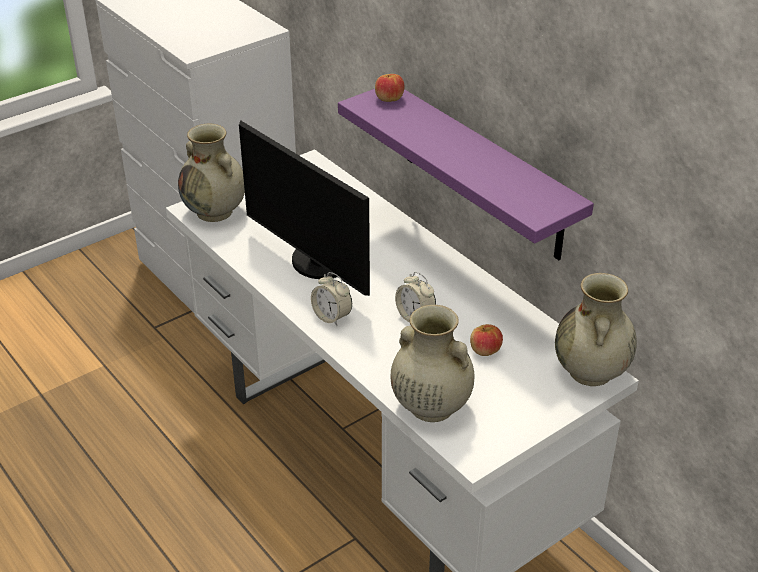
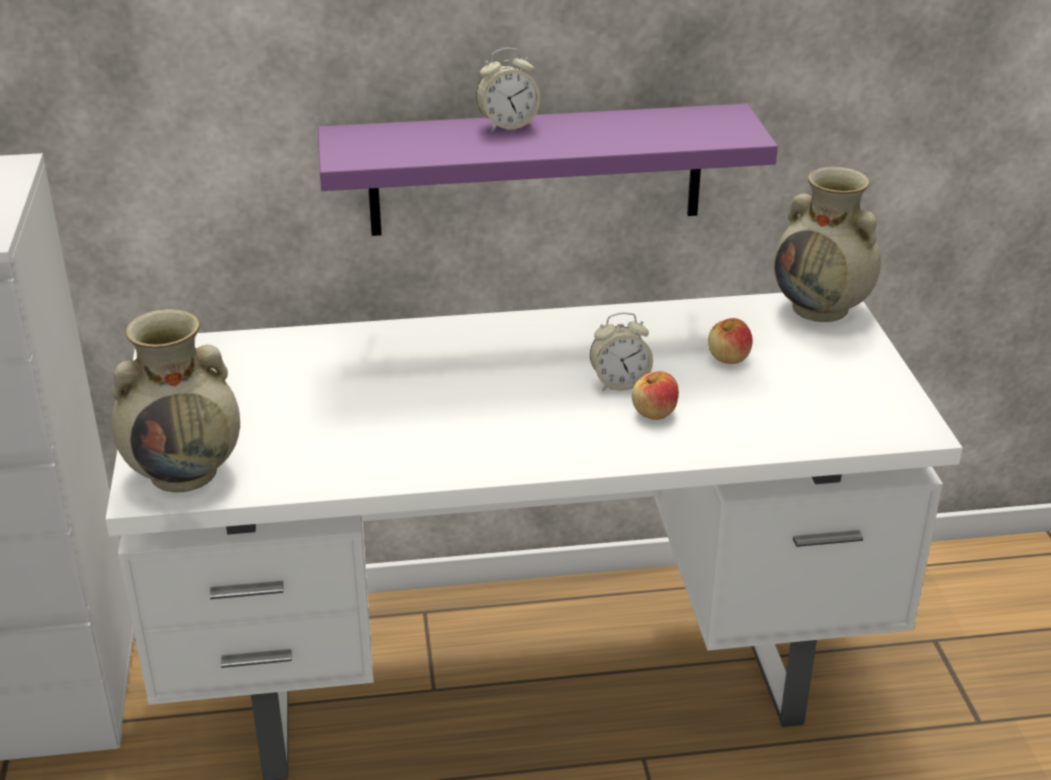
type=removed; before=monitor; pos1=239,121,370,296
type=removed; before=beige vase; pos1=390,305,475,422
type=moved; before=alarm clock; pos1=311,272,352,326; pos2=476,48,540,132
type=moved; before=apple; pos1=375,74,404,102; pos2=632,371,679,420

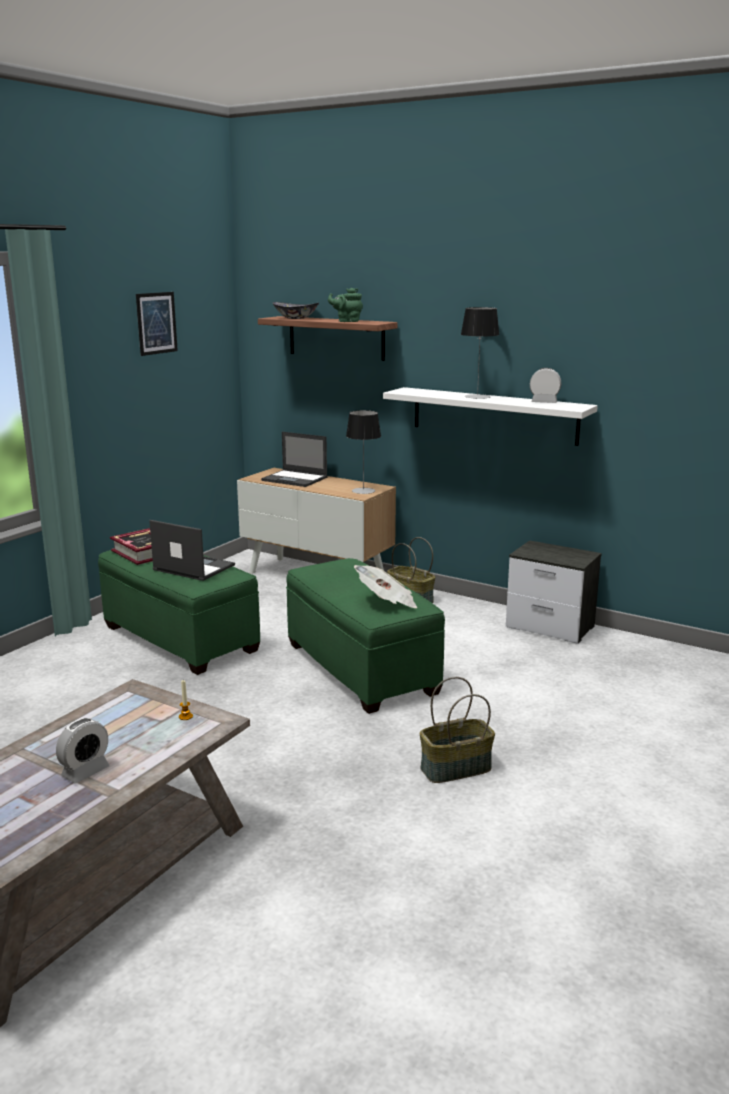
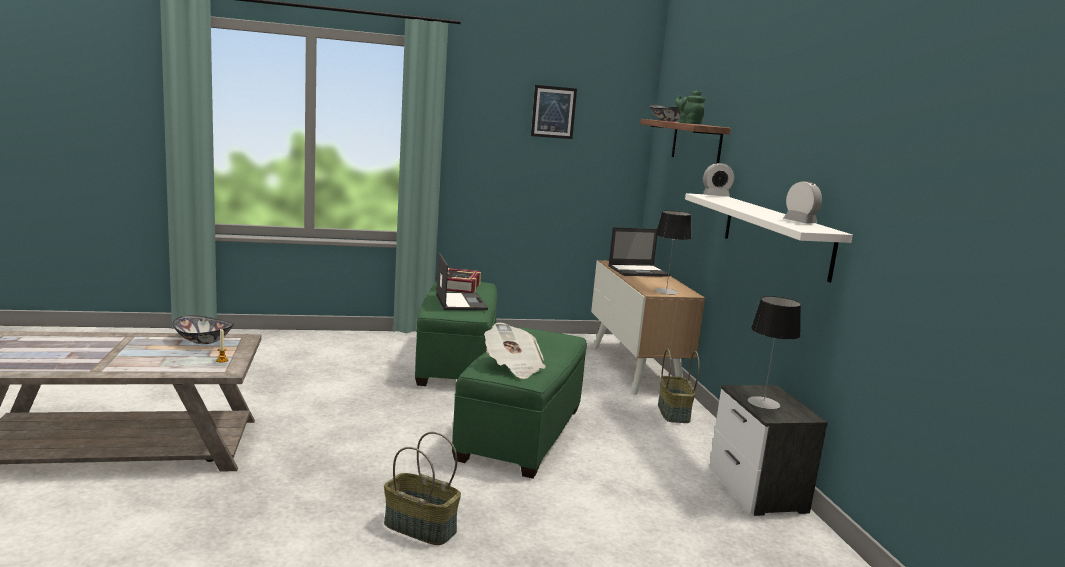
type=added; after=bowl; pos2=172,315,234,344
type=moved; before=alarm clock; pos1=56,718,110,783; pos2=703,163,734,197
type=moved; before=table lamp; pos1=461,307,500,399; pos2=748,296,801,409
type=turned; before=laptop; pos1=261,432,328,487; pos2=608,227,670,277; turn=-90

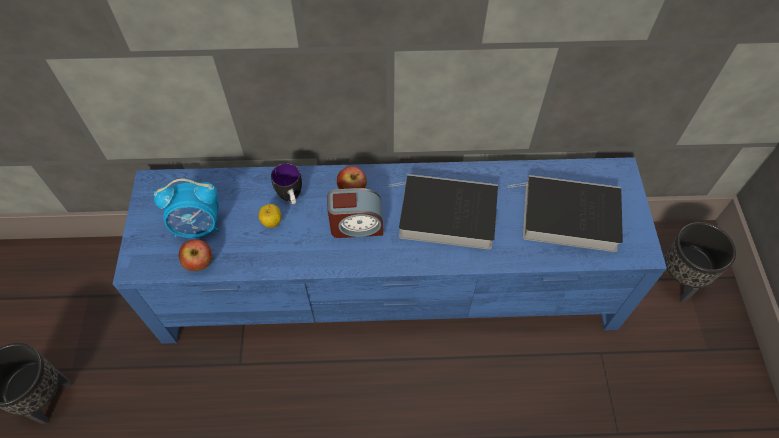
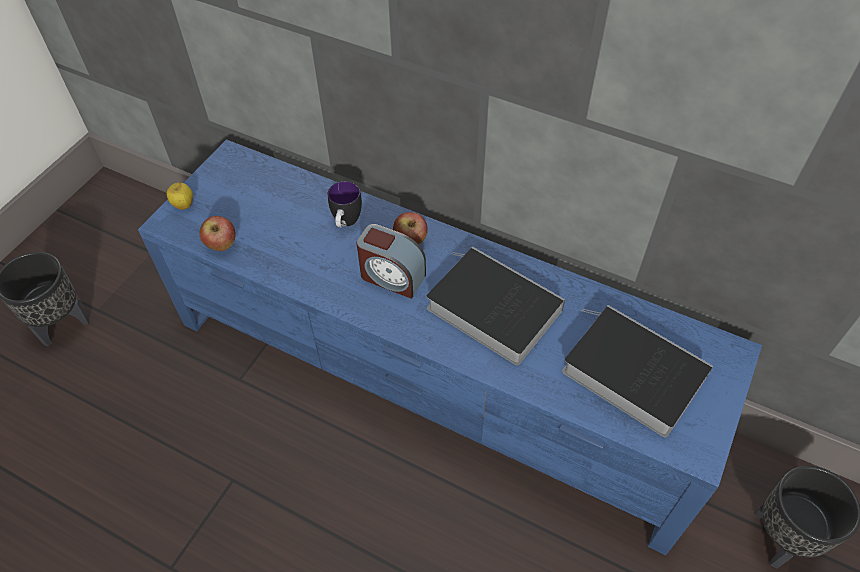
type=removed; before=alarm clock; pos1=153,179,220,238
type=moved; before=apple; pos1=258,204,282,228; pos2=166,182,193,210

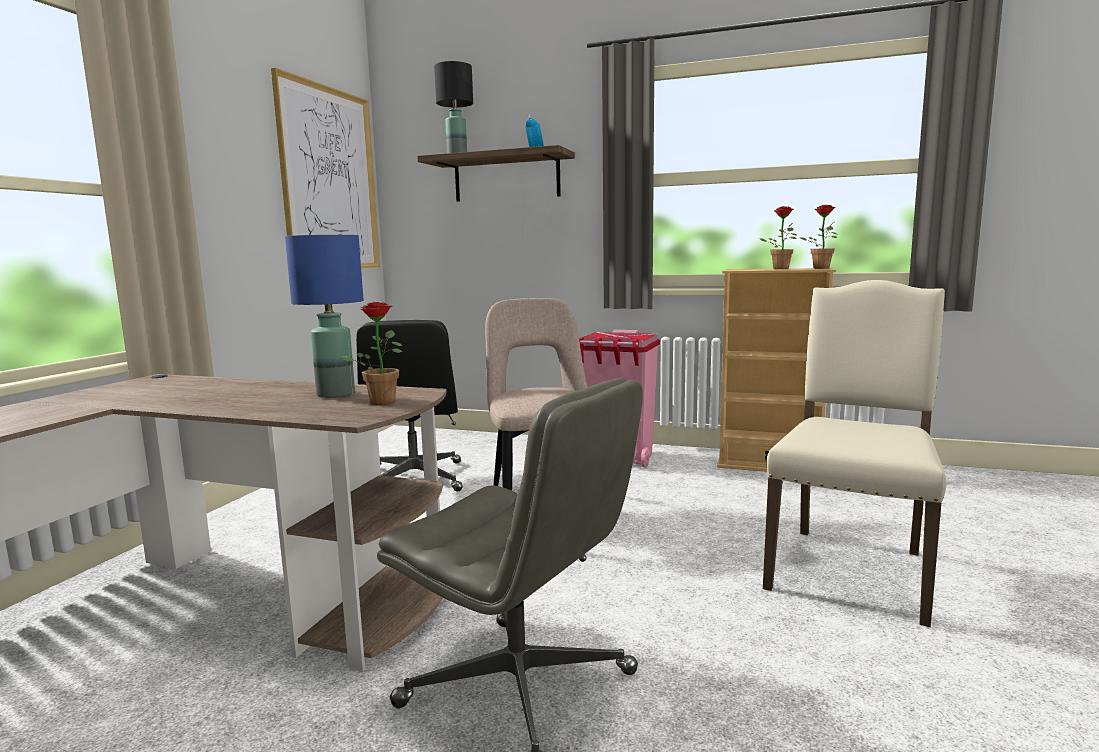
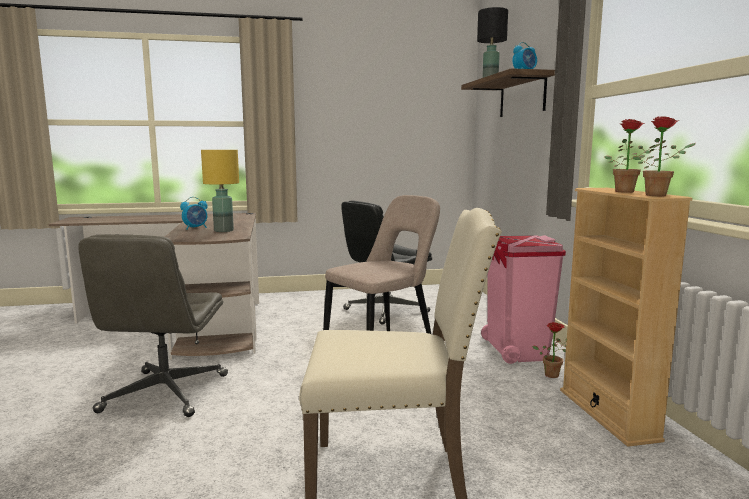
type=removed; before=picture; pos1=271,67,380,268
type=added; after=alarm clock; pos2=180,197,208,230
type=moved; before=potted plant; pos1=341,302,402,405; pos2=532,322,567,378
type=recoloured; before=blue table lamp; after=yellow table lamp; pos1=285,235,363,398; pos2=201,150,239,232

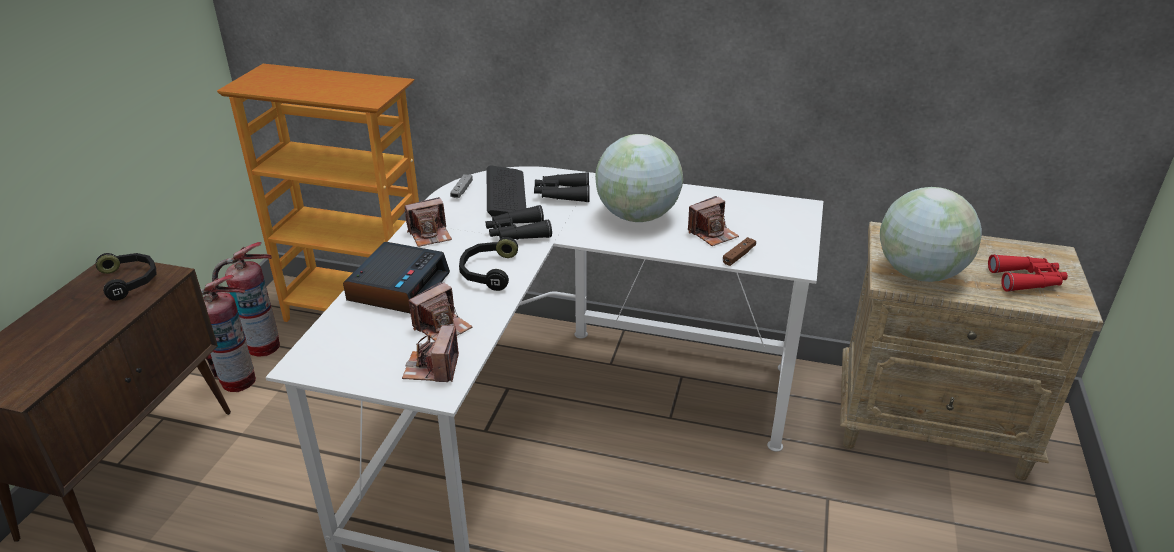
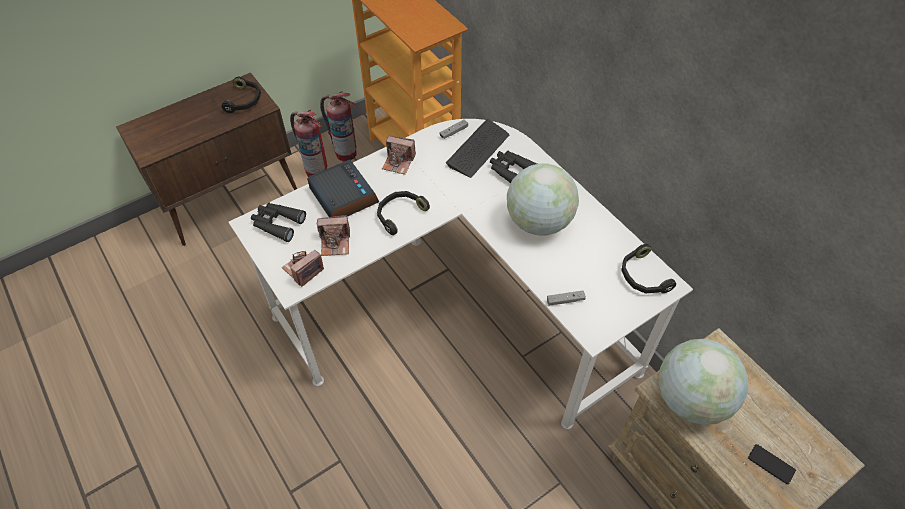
type=removed; before=photo camera; pos1=688,196,739,246
type=added; after=black headphones; pos2=621,244,676,294
type=moved; before=black binoculars; pos1=486,205,552,240; pos2=251,203,306,242
type=replaced; before=red binoculars; after=phone; pos1=988,254,1068,292; pos2=748,444,796,484
type=recoloured; before=brown game controller; after=grey game controller; pos1=723,237,756,266; pos2=547,290,586,306
type=turned; before=alarm clock; pos1=343,242,450,313; pos2=307,159,379,217; turn=-90

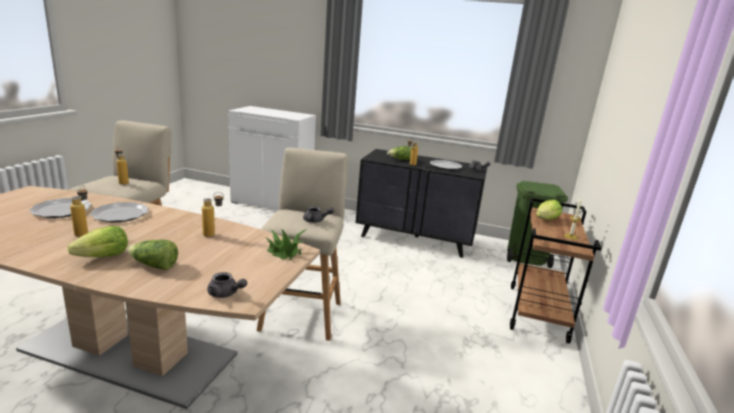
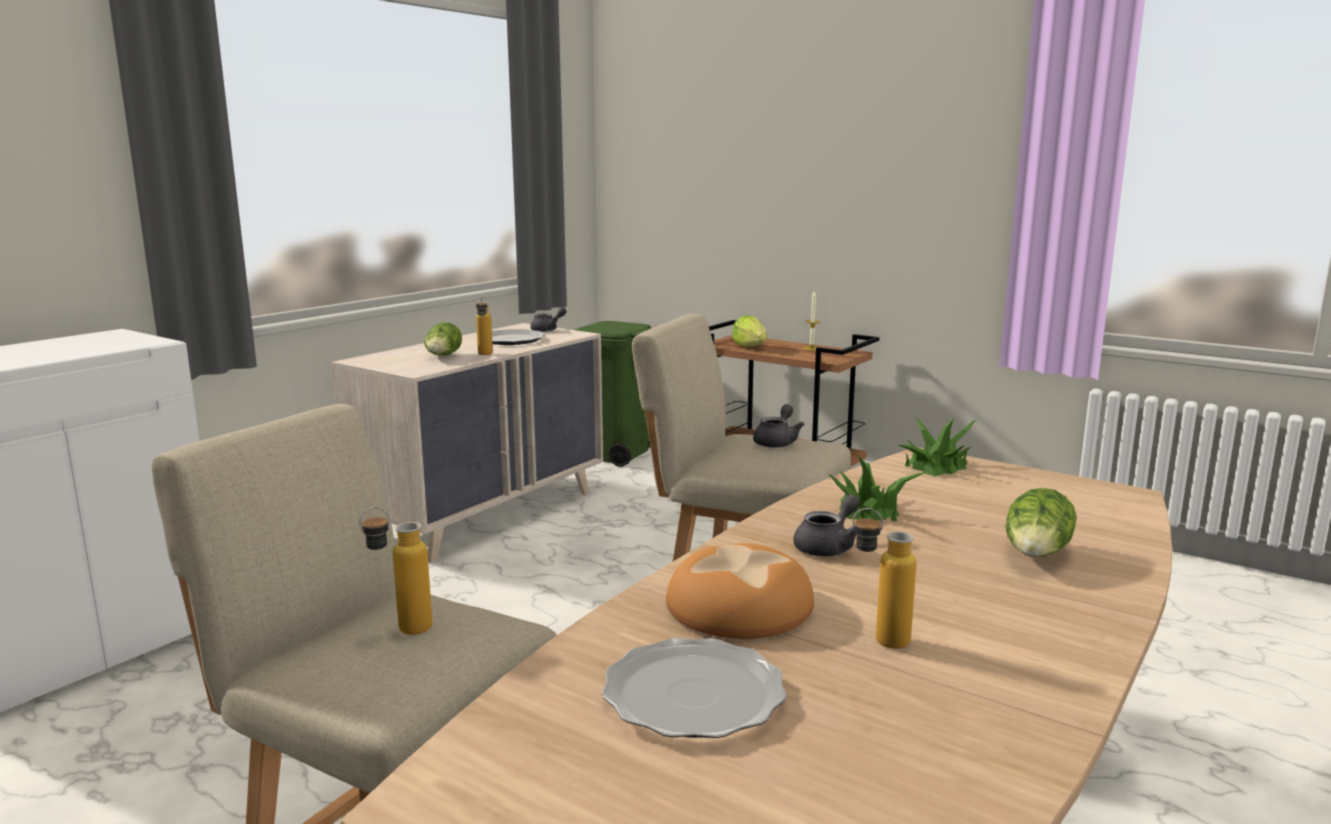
type=removed; before=lettuce; pos1=67,226,128,257
type=moved; before=grey teapot; pos1=207,272,247,298; pos2=793,494,860,557
type=replaced; before=plate; after=bread; pos1=90,202,149,222; pos2=666,543,814,639
type=replaced; before=bottle; after=potted plant; pos1=202,192,224,237; pos2=828,454,925,521
type=recoloured; before=black dresser; after=beige dresser; pos1=356,149,487,258; pos2=332,323,603,562

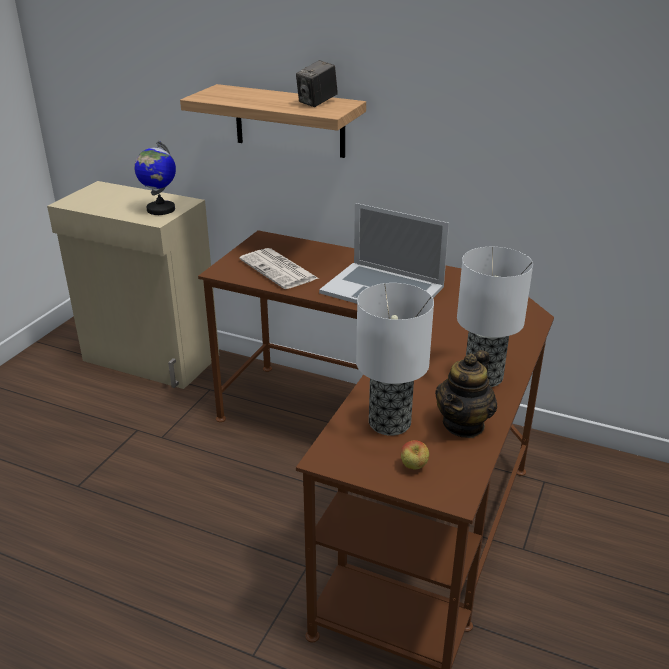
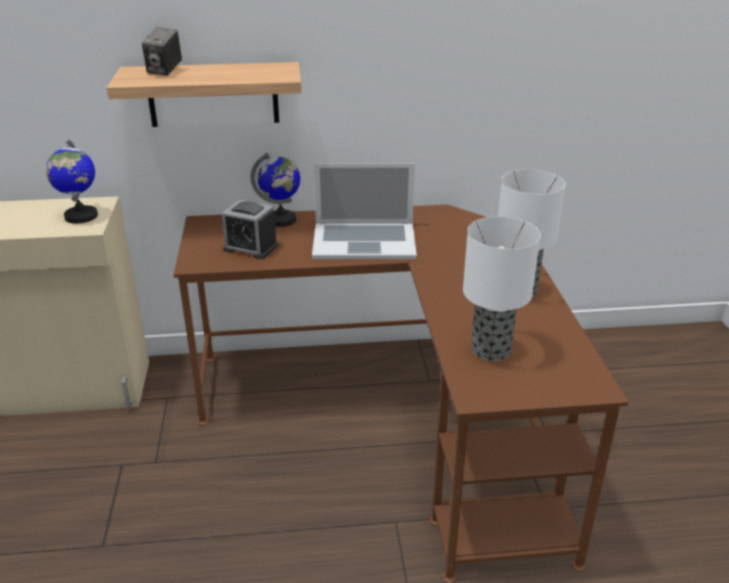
type=removed; before=apple; pos1=401,440,429,470
type=removed; before=teapot; pos1=435,350,497,438
type=added; after=globe; pos2=251,153,300,227
type=moved; before=photo camera; pos1=296,60,338,107; pos2=142,27,182,76
type=replaced; before=newspaper; after=alarm clock; pos1=239,248,319,289; pos2=222,200,278,259

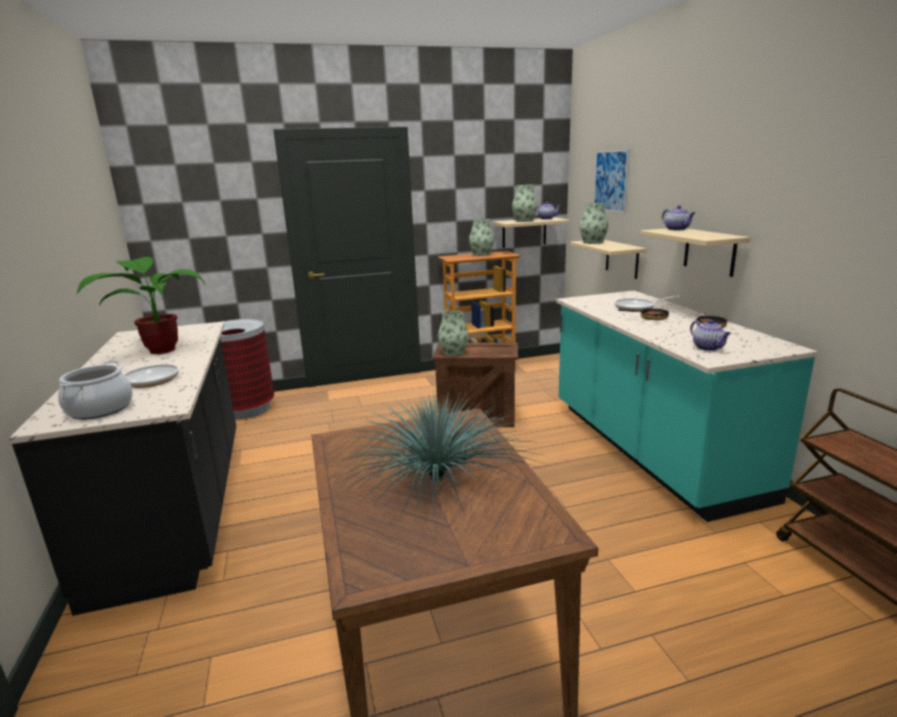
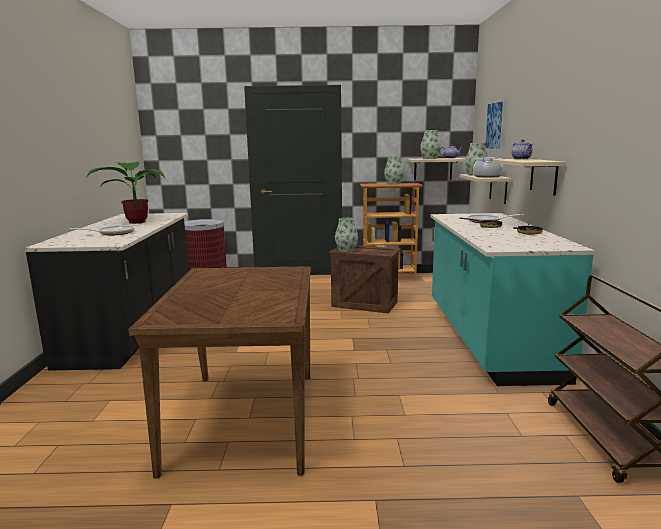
type=removed; before=potted plant; pos1=327,391,543,519
type=removed; before=teapot; pos1=690,320,731,351
type=moved; before=cooking pot; pos1=58,360,132,420; pos2=473,157,503,178

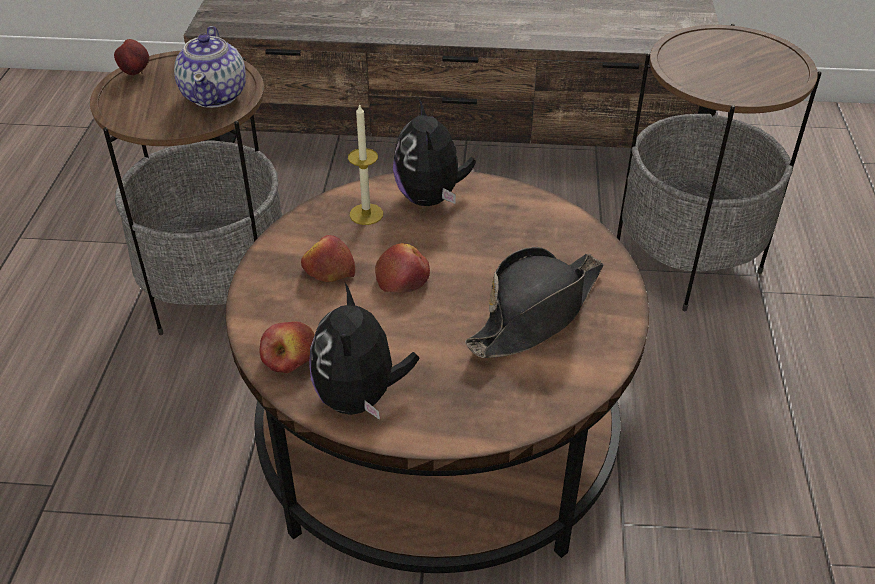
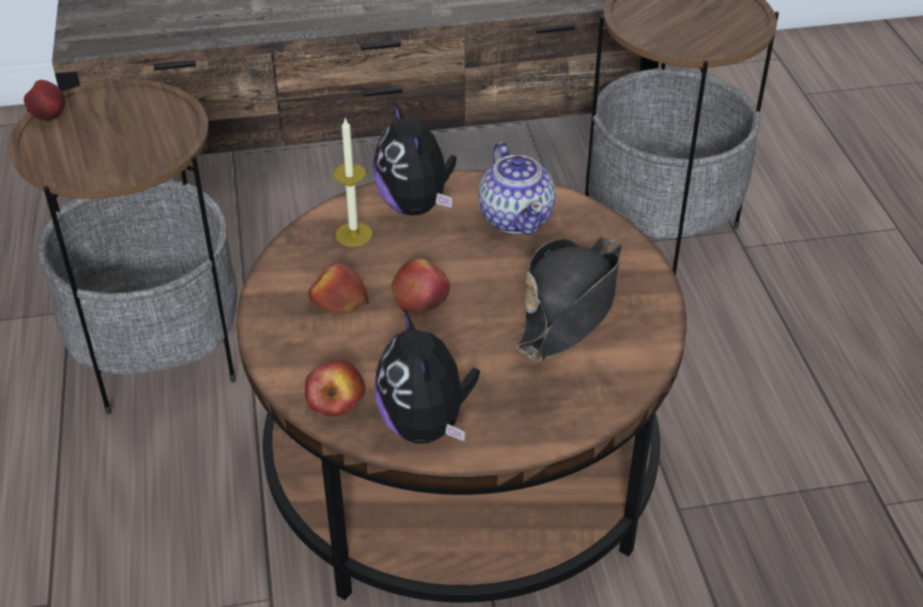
type=moved; before=teapot; pos1=174,26,246,108; pos2=478,142,556,235

